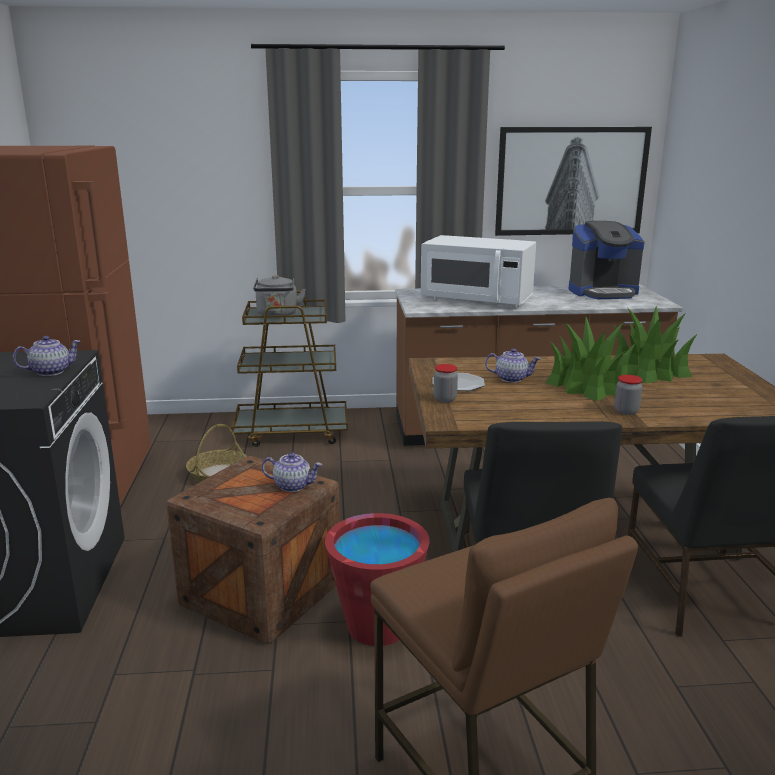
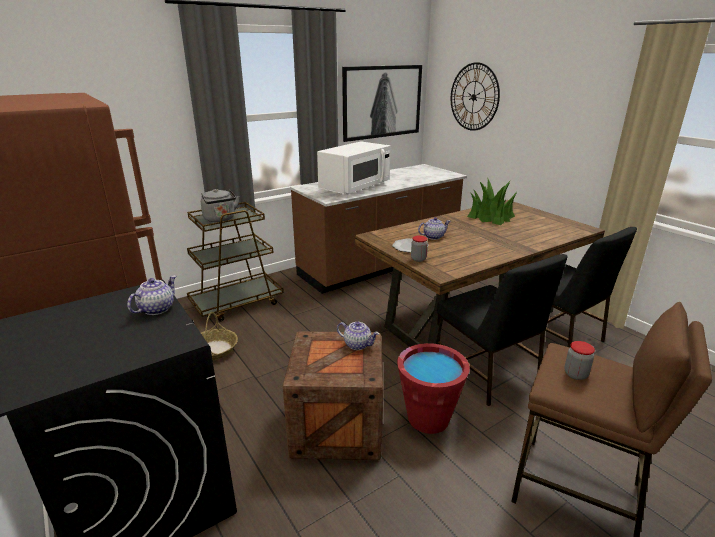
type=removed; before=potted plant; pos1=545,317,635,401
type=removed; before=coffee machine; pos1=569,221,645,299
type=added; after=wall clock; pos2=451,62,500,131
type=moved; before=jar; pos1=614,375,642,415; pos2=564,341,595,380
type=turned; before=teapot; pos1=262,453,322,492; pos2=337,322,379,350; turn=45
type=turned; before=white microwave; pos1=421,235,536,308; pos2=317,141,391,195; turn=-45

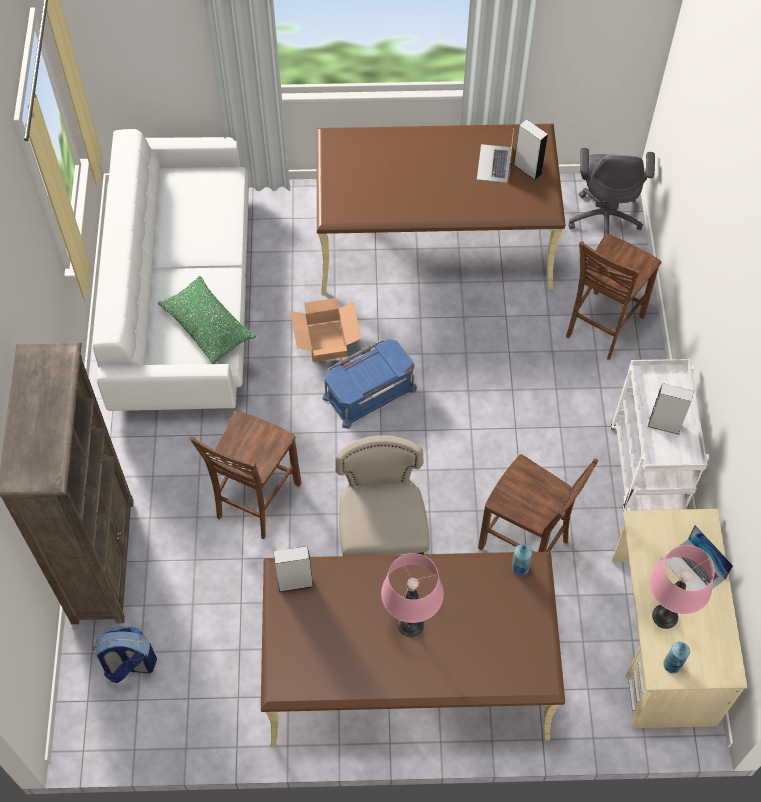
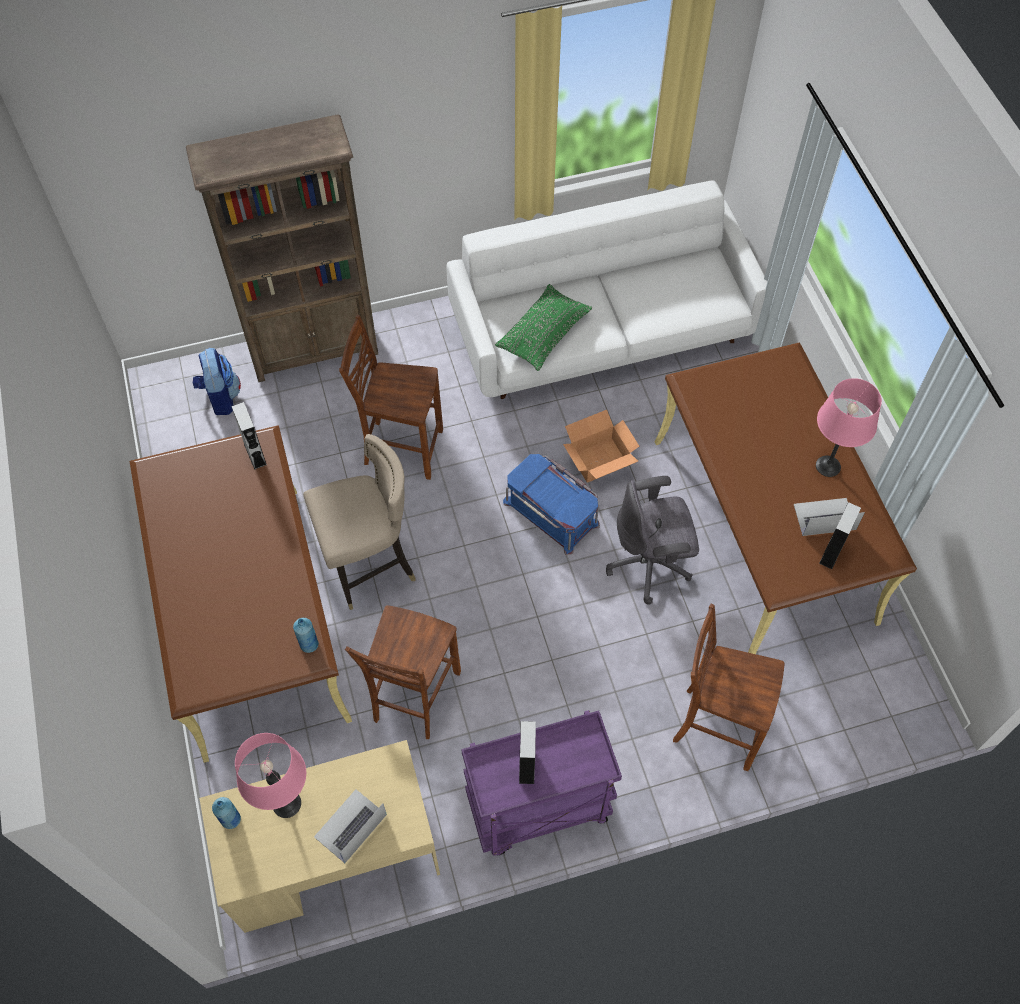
type=moved; before=pink table lamp; pos1=381,553,444,637; pos2=816,378,882,477
type=moved; before=grey office chair; pos1=568,148,655,235; pos2=606,476,699,605
type=recoloured; before=white cart; after=purple cart; pos1=611,359,709,511; pos2=461,710,622,856

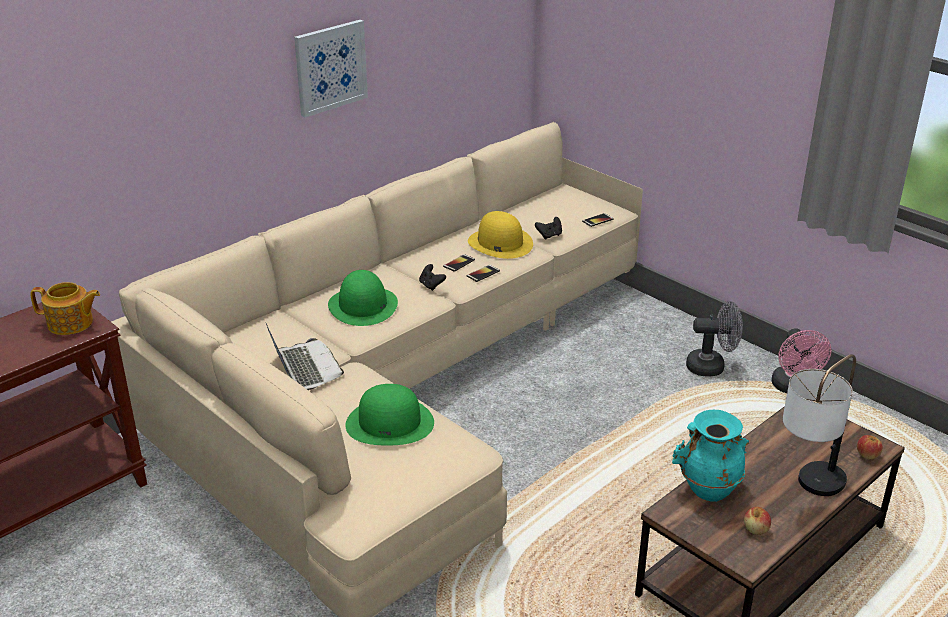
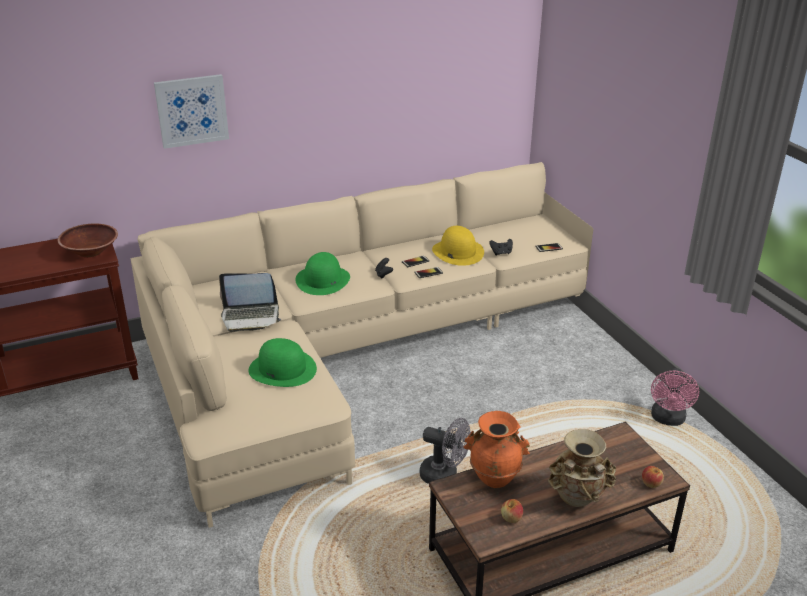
type=moved; before=picture; pos1=294,20,368,117; pos2=154,74,229,149
type=moved; before=grey fan; pos1=686,301,743,377; pos2=420,418,471,484
type=replaced; before=teapot; after=brown bowl; pos1=30,282,100,335; pos2=57,223,118,257
type=replaced; before=table lamp; after=beige vase; pos1=783,354,856,496; pos2=548,429,616,507
type=recoloured; before=turquoise vase; after=orange vase; pos1=672,410,749,502; pos2=464,411,530,488
type=turned; before=laptop; pos1=266,324,344,390; pos2=219,273,281,332; turn=90

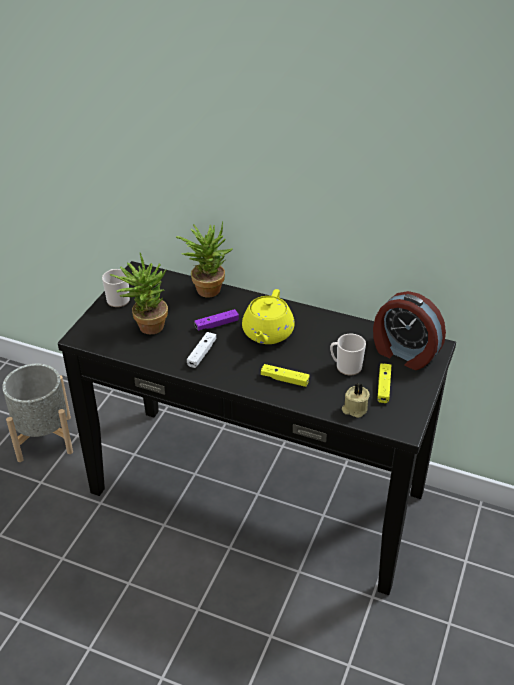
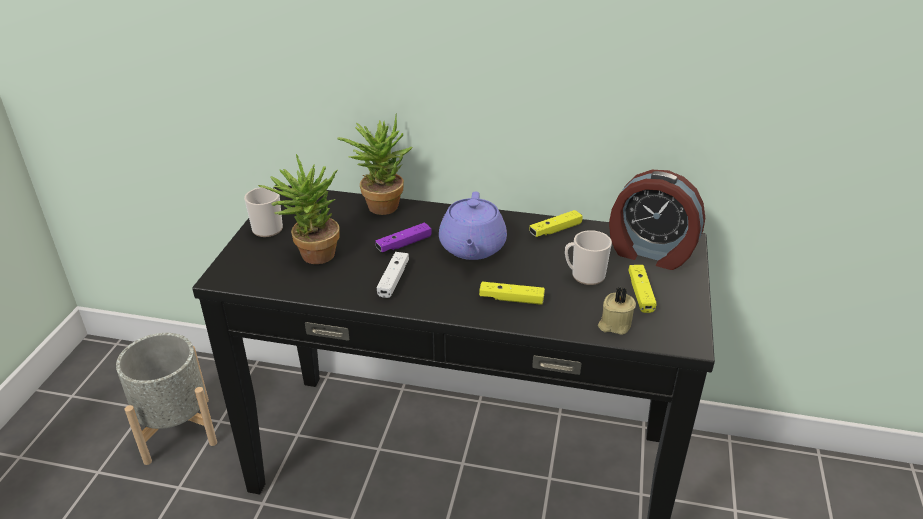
type=added; after=yellow game controller; pos2=529,210,583,237
type=recoloured; before=yellow teapot; after=purple teapot; pos1=242,289,294,344; pos2=439,192,507,260

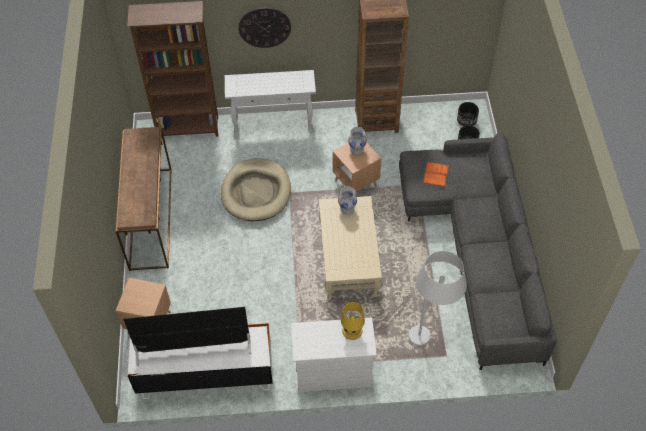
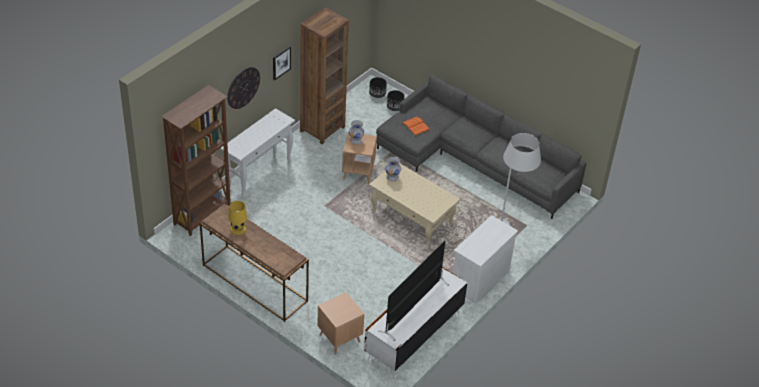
type=removed; before=beige dog bed; pos1=221,159,291,221
type=added; after=picture; pos2=273,46,291,80
type=moved; before=yellow table lamp; pos1=341,302,365,340; pos2=228,201,247,235

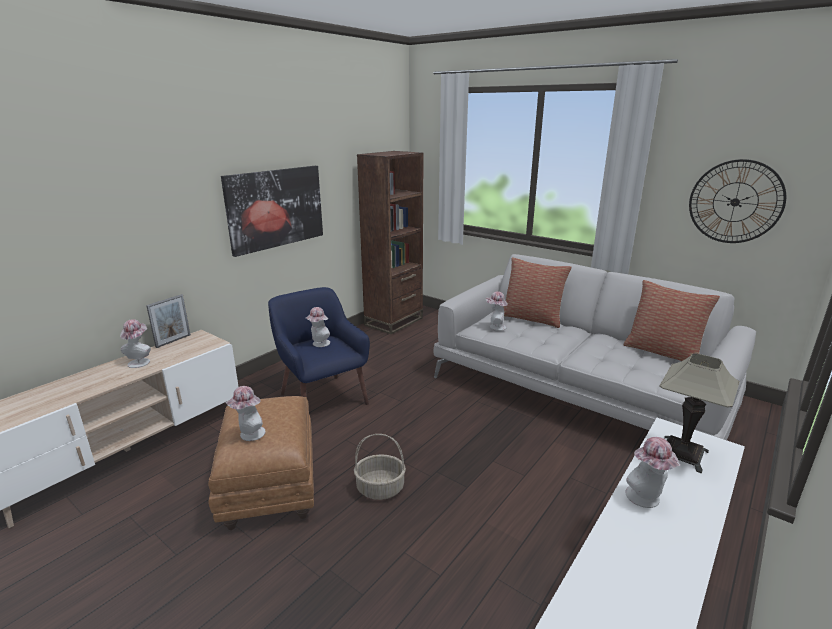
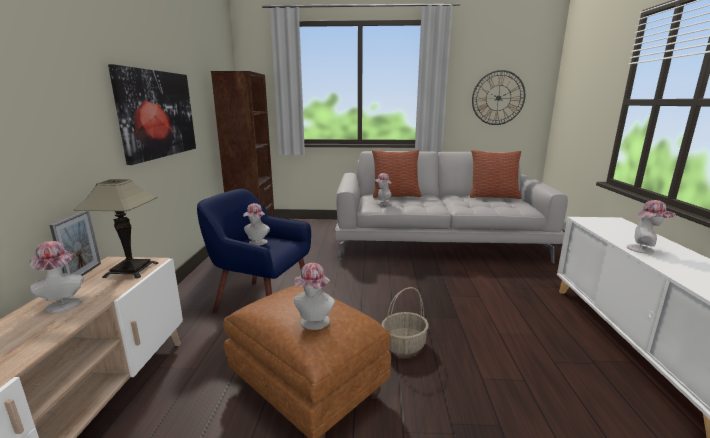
type=moved; before=table lamp; pos1=659,353,740,474; pos2=74,179,158,279

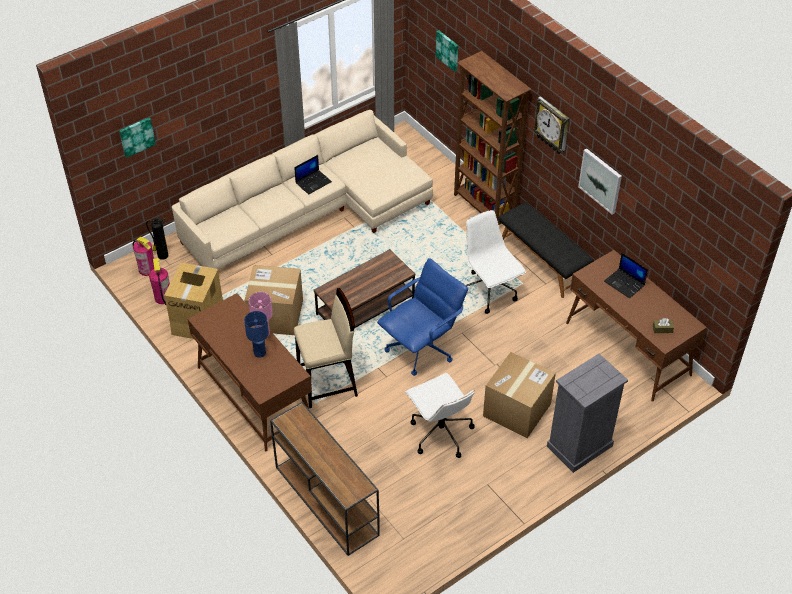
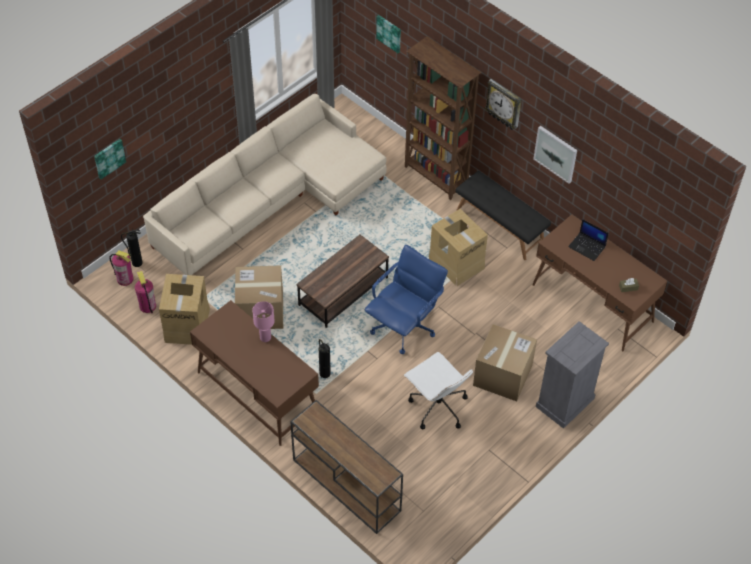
type=removed; before=blue table lamp; pos1=244,311,269,358
type=removed; before=laptop; pos1=294,155,332,195
type=replaced; before=beige stool; after=fire extinguisher; pos1=294,288,358,408; pos2=319,339,331,378
type=replaced; before=white office chair; after=cardboard box; pos1=466,210,526,314; pos2=429,209,488,286

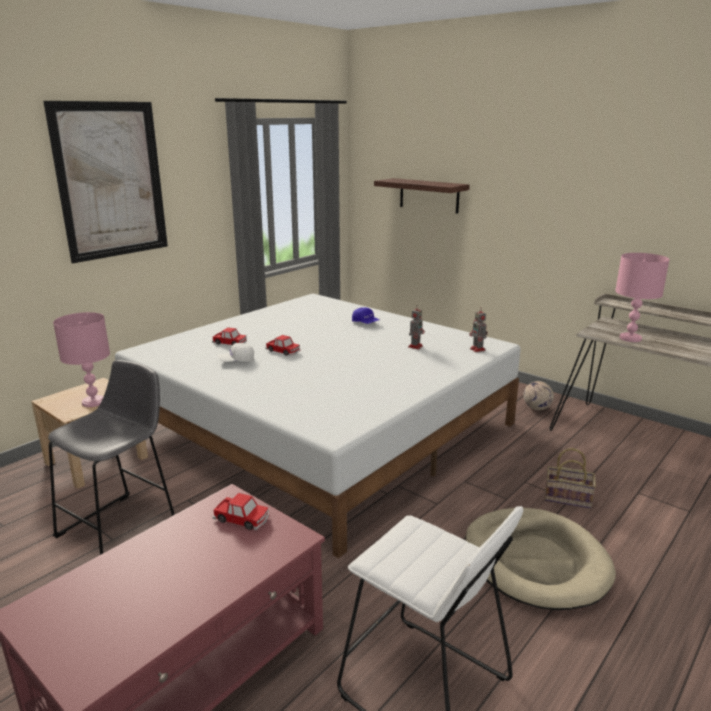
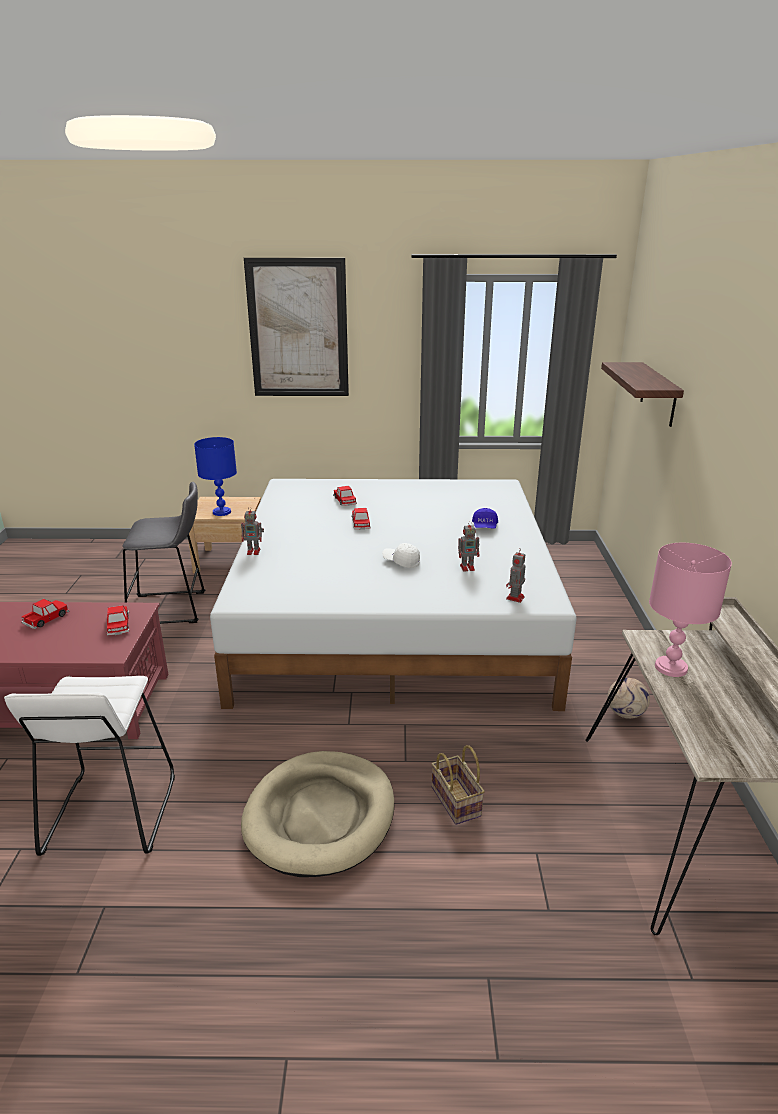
type=added; after=toy car; pos2=22,599,69,629
type=added; after=toy robot; pos2=241,507,264,555
type=moved; before=white cap; pos1=217,343,254,362; pos2=382,543,420,568
type=recoloured; before=pink table lamp; after=blue table lamp; pos1=53,312,110,407; pos2=194,437,237,516

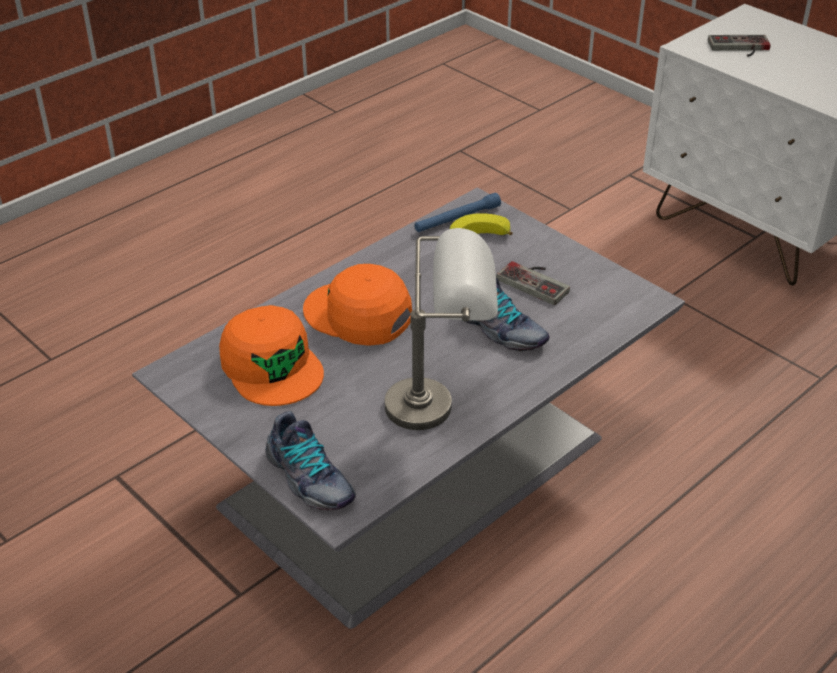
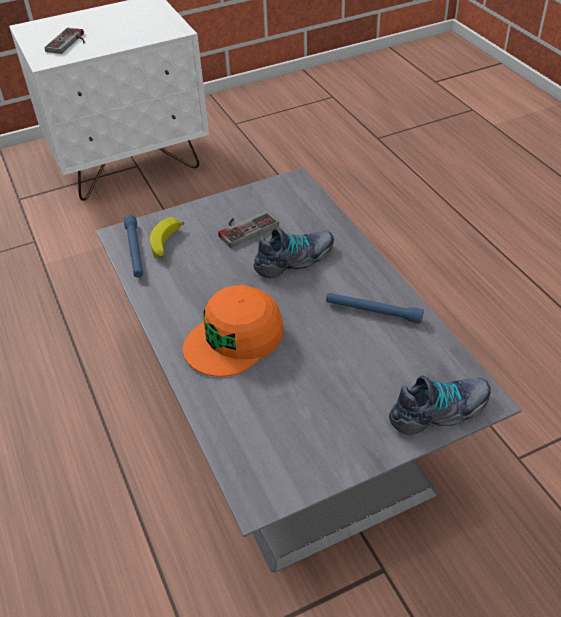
type=removed; before=orange cap; pos1=219,305,324,406
type=replaced; before=grey table lamp; after=blue flashlight; pos1=385,228,498,430; pos2=326,293,424,324

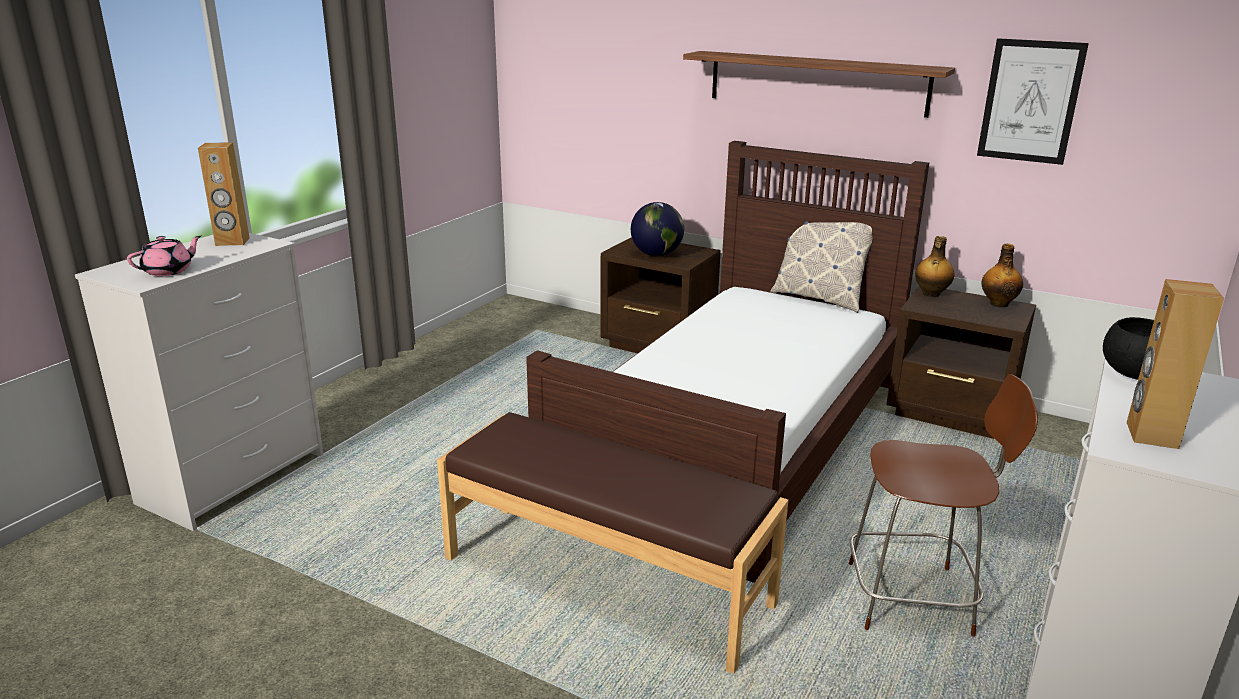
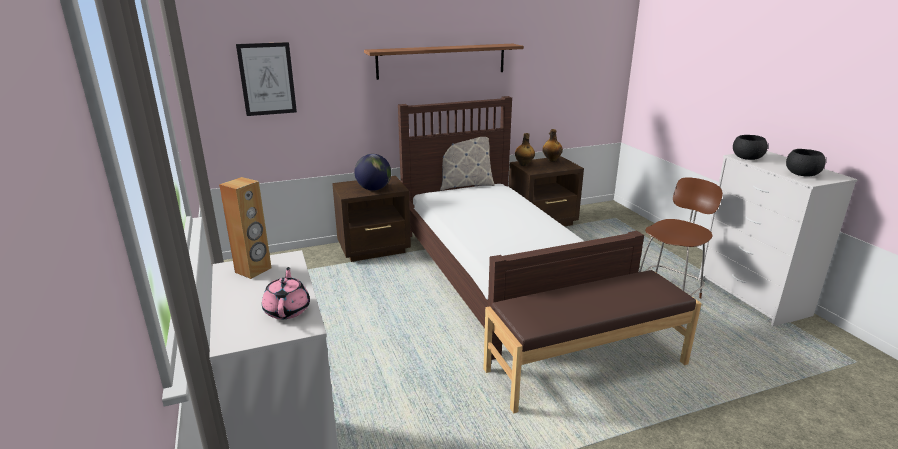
type=moved; before=picture; pos1=977,38,1089,165; pos2=236,42,297,116
type=replaced; before=brown speaker; after=black bowl; pos1=1126,279,1224,449; pos2=786,149,826,177

